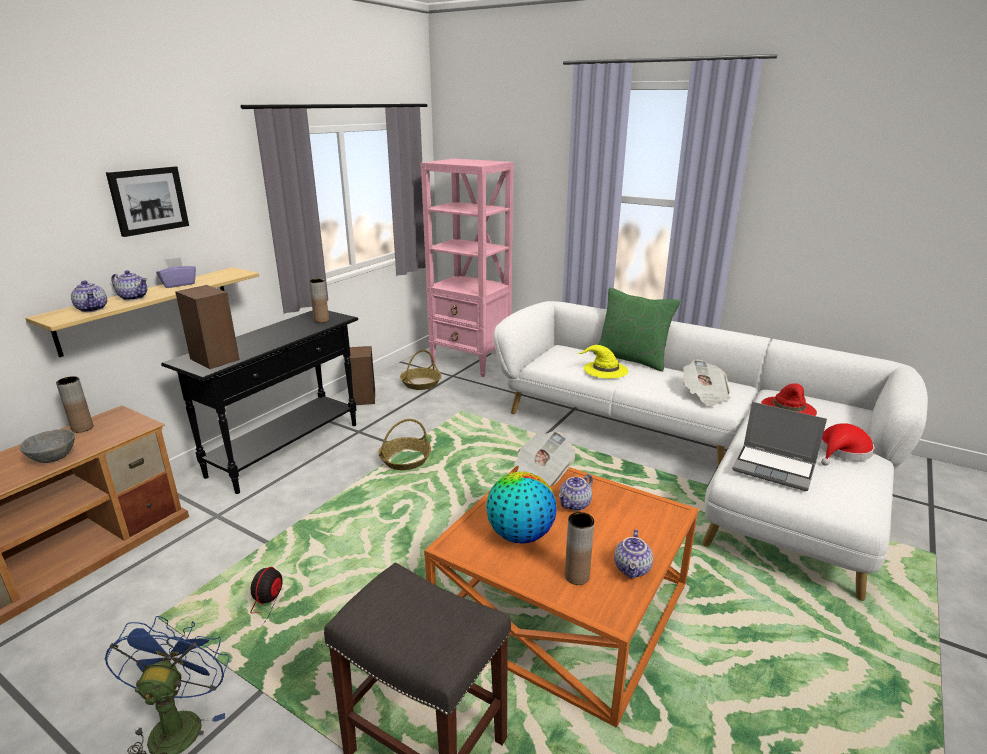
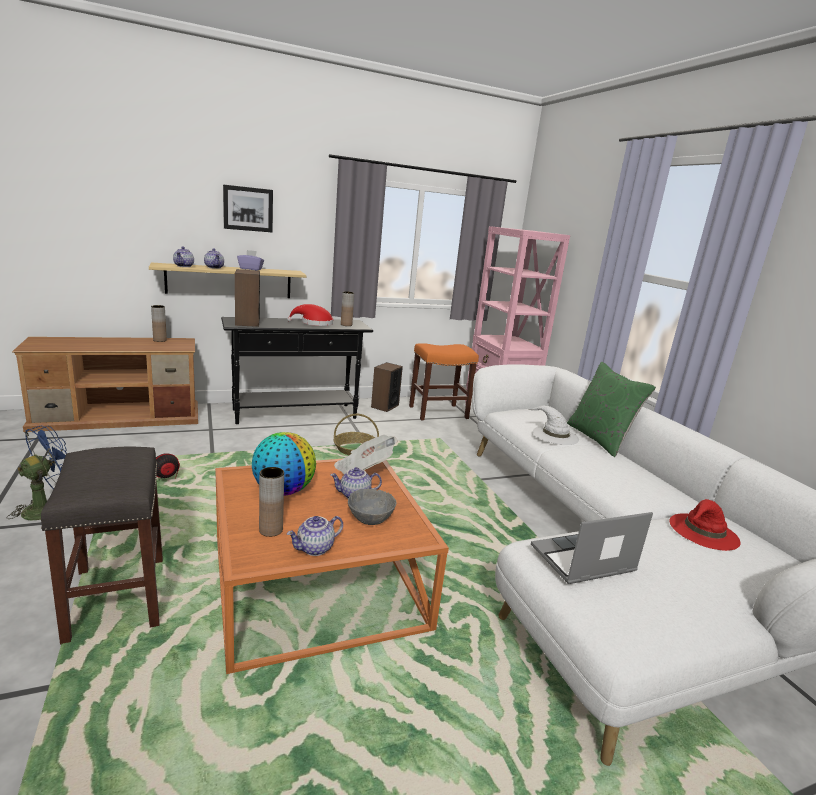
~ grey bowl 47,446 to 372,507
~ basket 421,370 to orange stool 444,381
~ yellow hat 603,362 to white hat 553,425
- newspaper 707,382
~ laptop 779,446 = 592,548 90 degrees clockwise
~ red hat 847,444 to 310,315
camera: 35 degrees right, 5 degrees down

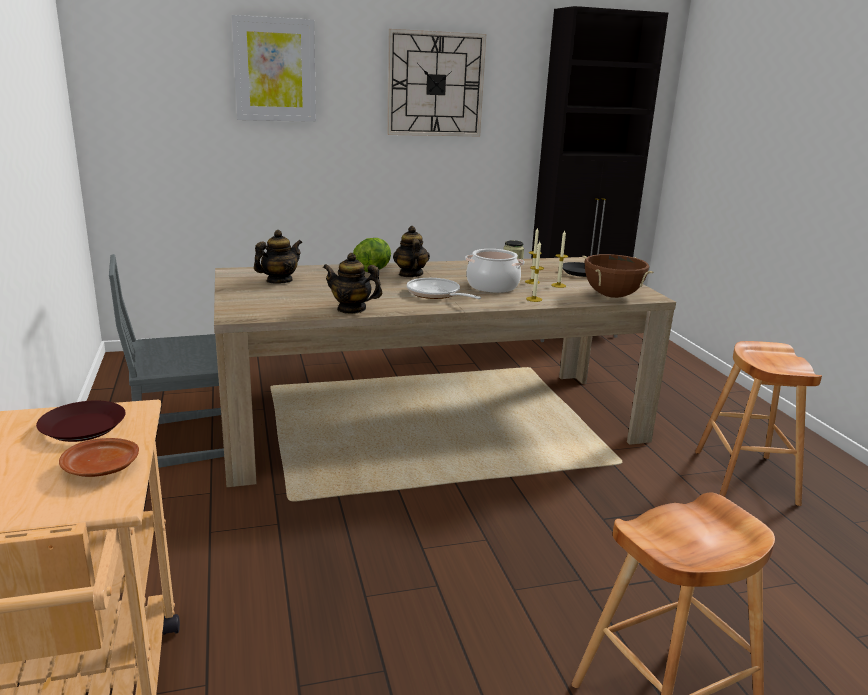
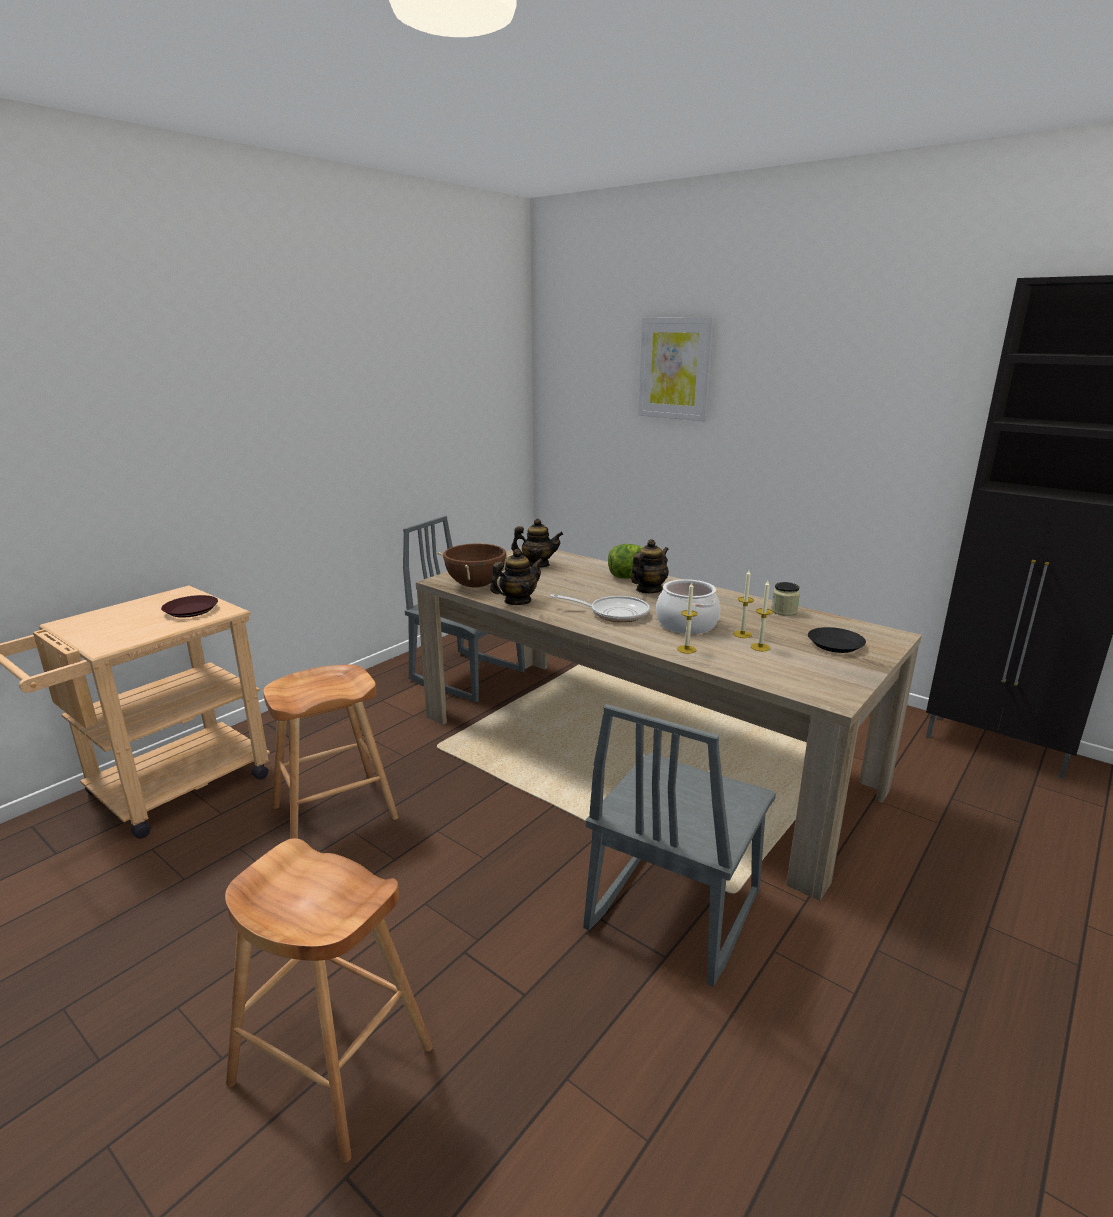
- brown plate 99,457
~ teapot 353,283 = 516,577 75 degrees clockwise
- wall clock 436,83
~ frying pan 444,288 = 600,608 90 degrees clockwise
~ brown cooking pot 617,276 to 474,565
~ brown stool 758,423 to 331,752
+ grey chair 679,845
camera: 55 degrees right, 0 degrees up

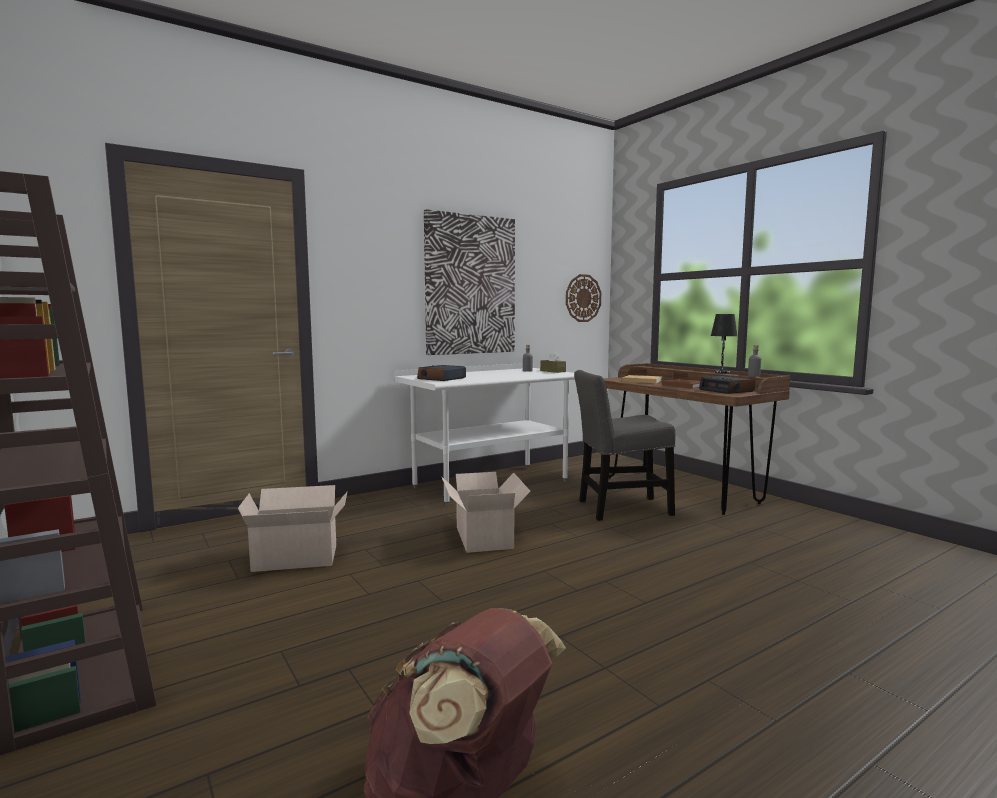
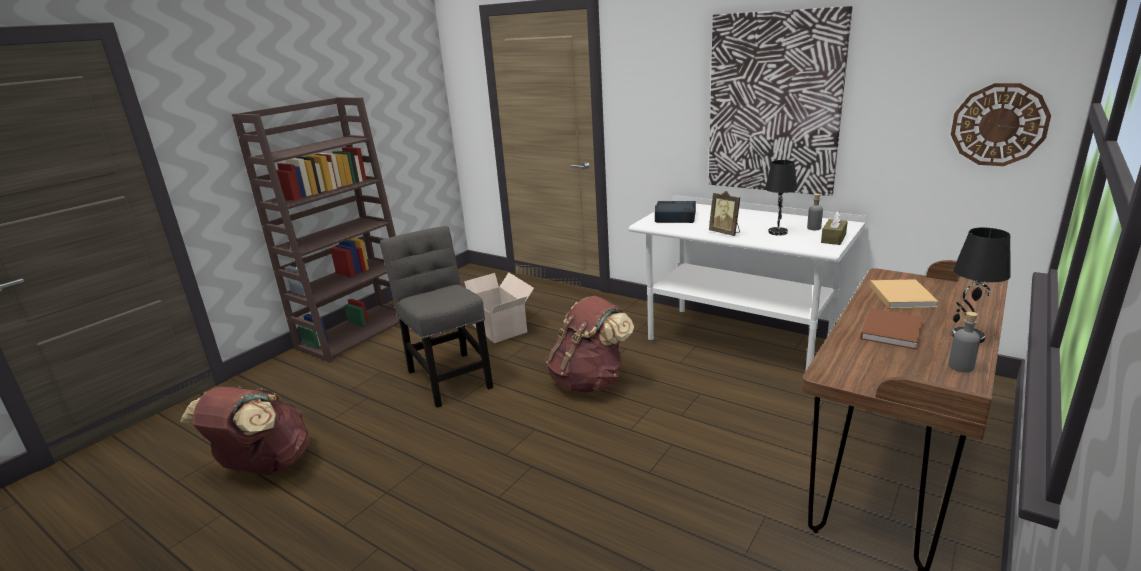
~ cardboard box 486,512 to brown backpack 589,344
~ grey chair 624,445 to 436,317
- alarm clock 727,385
+ picture frame 724,213
+ black table lamp 781,198
camera: 70 degrees right, 15 degrees up

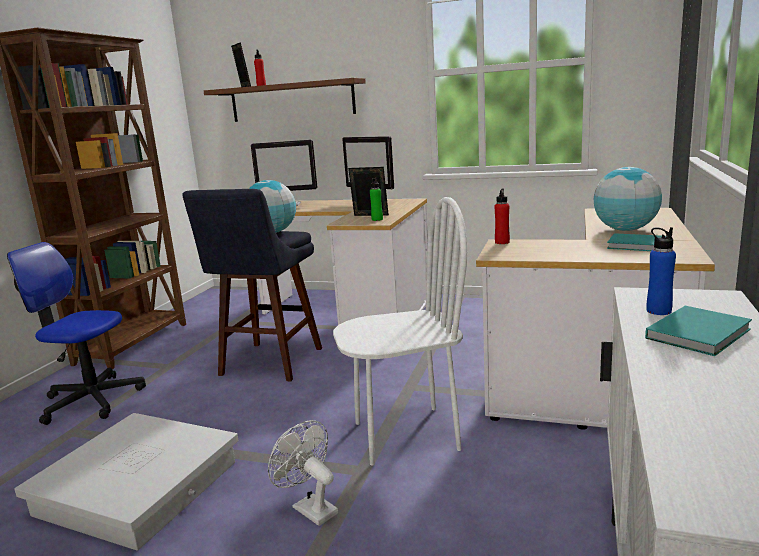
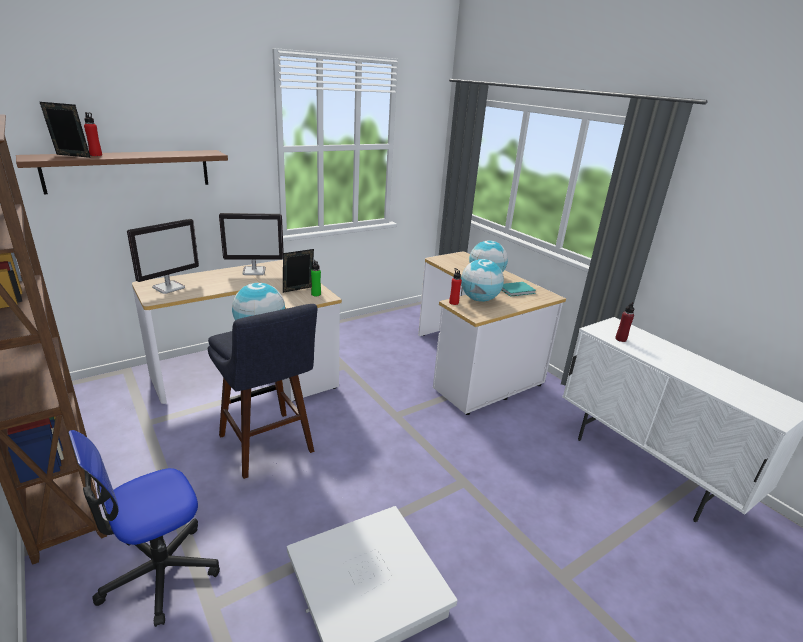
- white fan 303,473
- white chair 400,331
- turquoise book 698,331
~ blue bottle 661,271 to red bottle 624,322
+ globe 482,280
camera: 55 degrees left, 10 degrees up

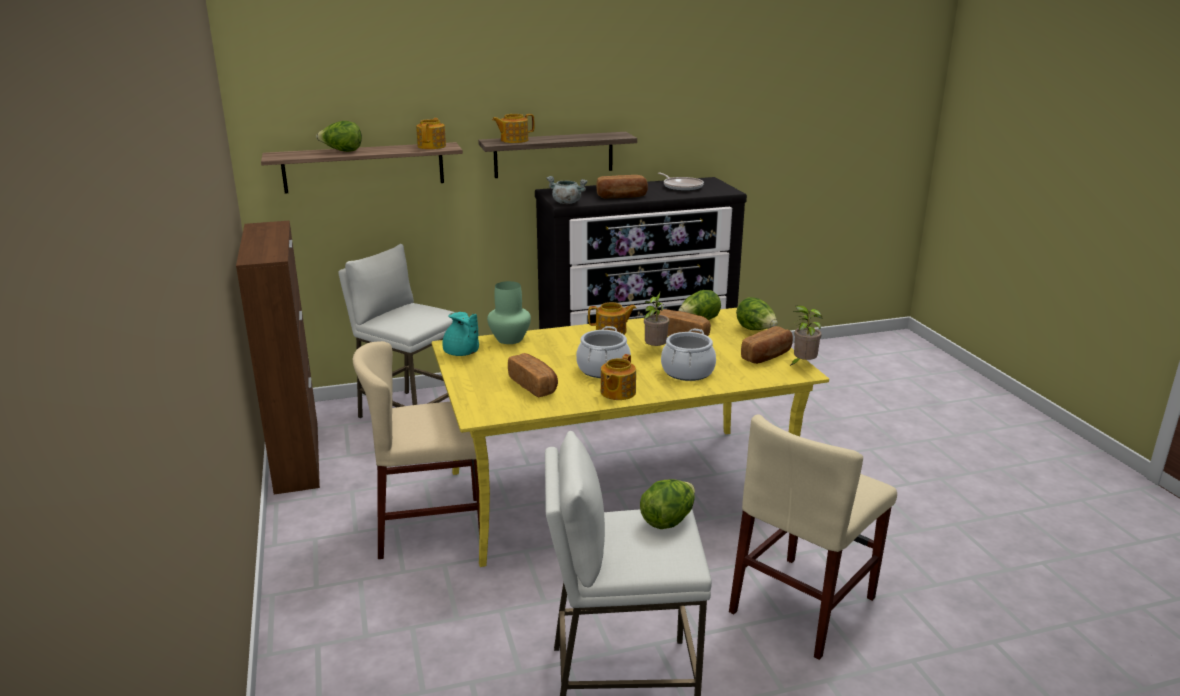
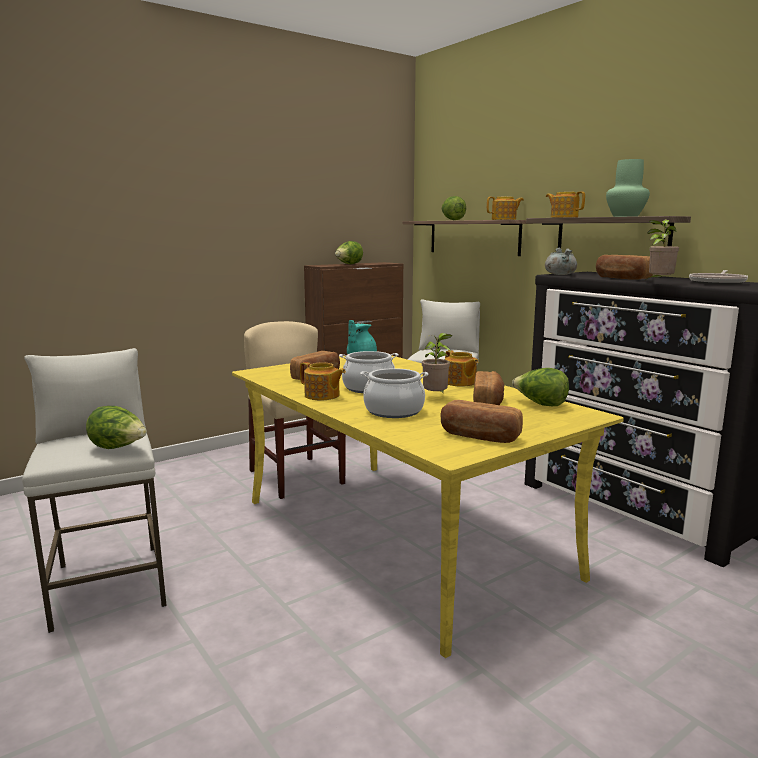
~ green vase 509,312 to 628,188
~ teapot 618,377 = 323,381 150 degrees counterclockwise
- beige chair 813,537
~ lettuce 757,313 to 349,252
~ potted plant 806,335 to 663,249
camera: 70 degrees right, 10 degrees down

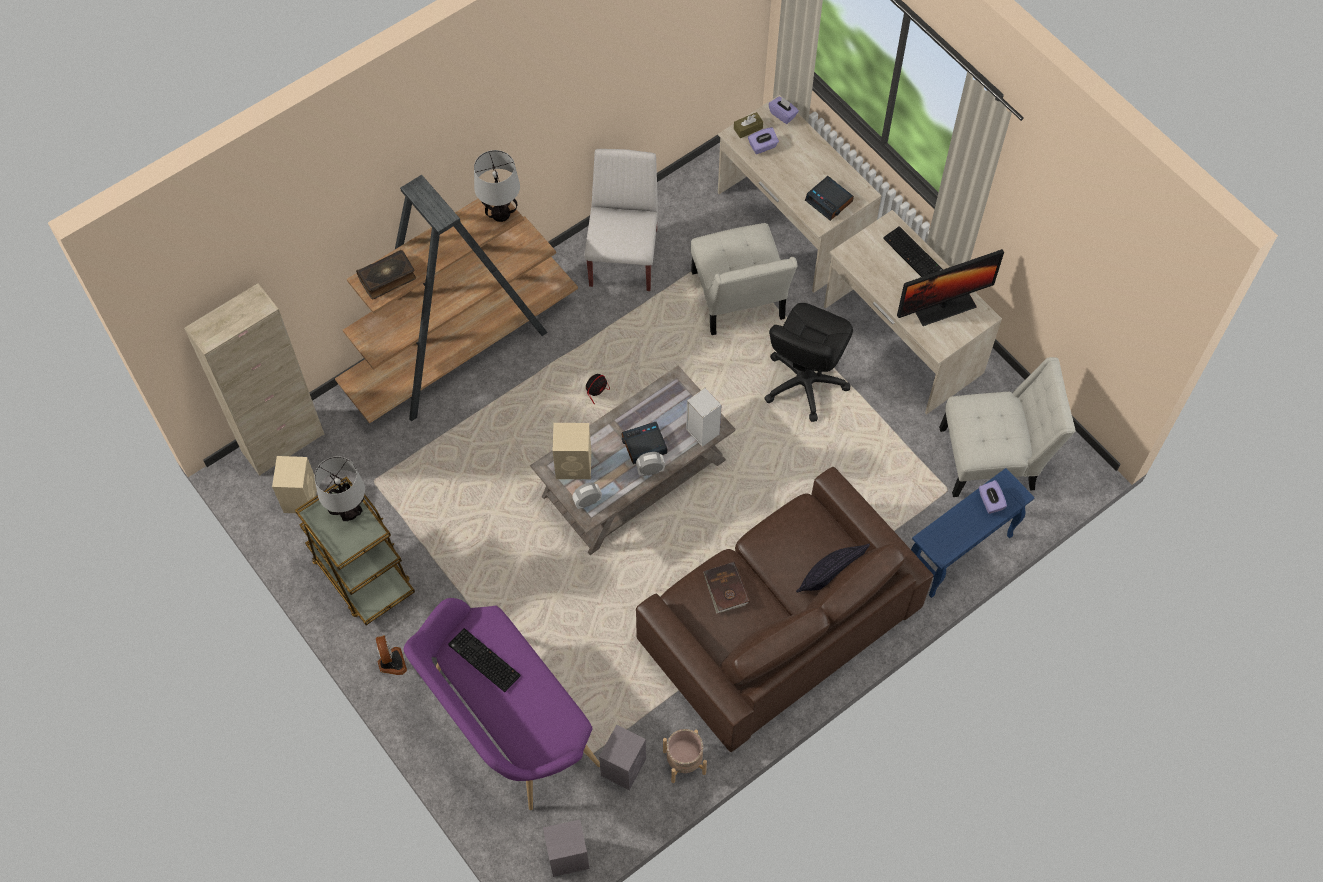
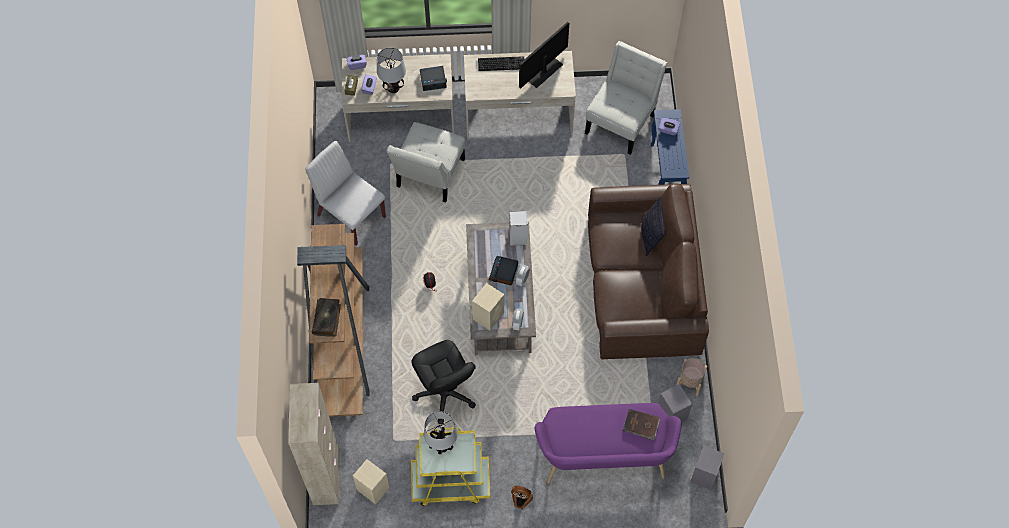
~ brown cart 355,550 to yellow cart 450,467
- keyboard 484,660
~ table lamp 497,186 to 391,70
~ white chair 744,279 = 426,162 90 degrees clockwise
~ brown book 726,588 to 641,425
~ black office chair 808,362 to 444,382
~ monitor 950,287 = 544,55 150 degrees counterclockwise
camera: 55 degrees left, 0 degrees up

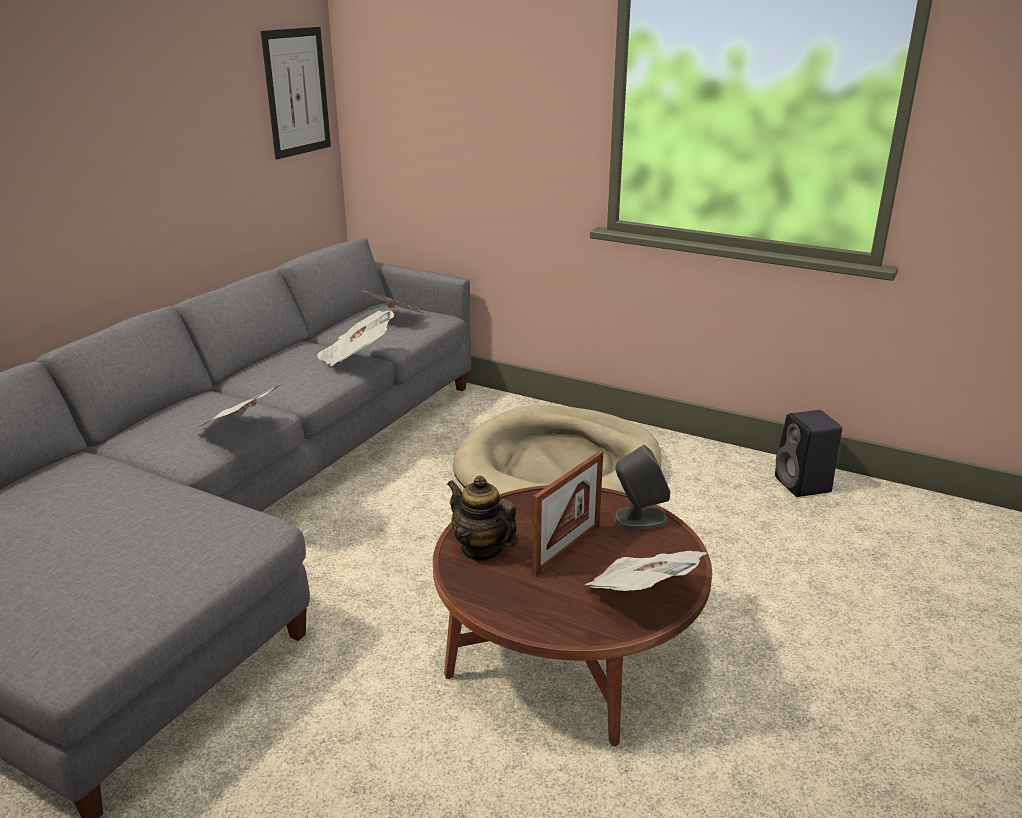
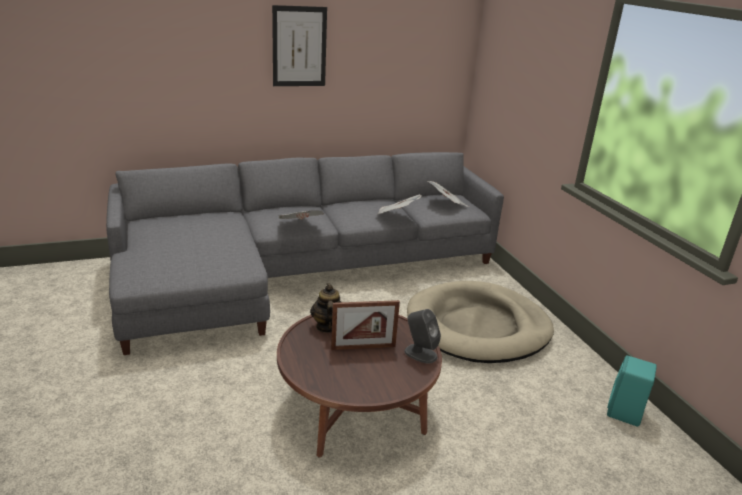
~ picture 296,93 to 299,45
- newspaper 646,571
~ black speaker 808,453 to turquoise speaker 632,391
camera: 40 degrees right, 0 degrees up

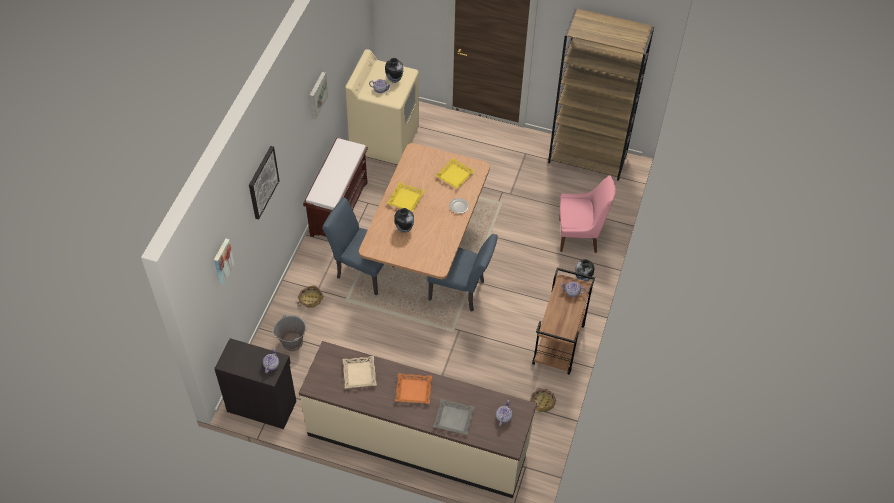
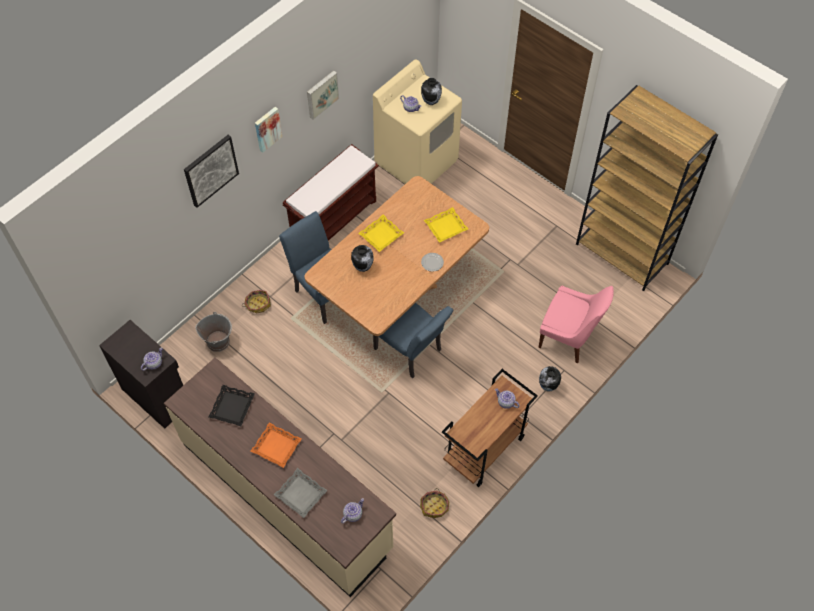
~ picture 224,262 to 268,130
~ beige tray 360,372 to black tray 232,405
camera: 25 degrees right, 5 degrees up

